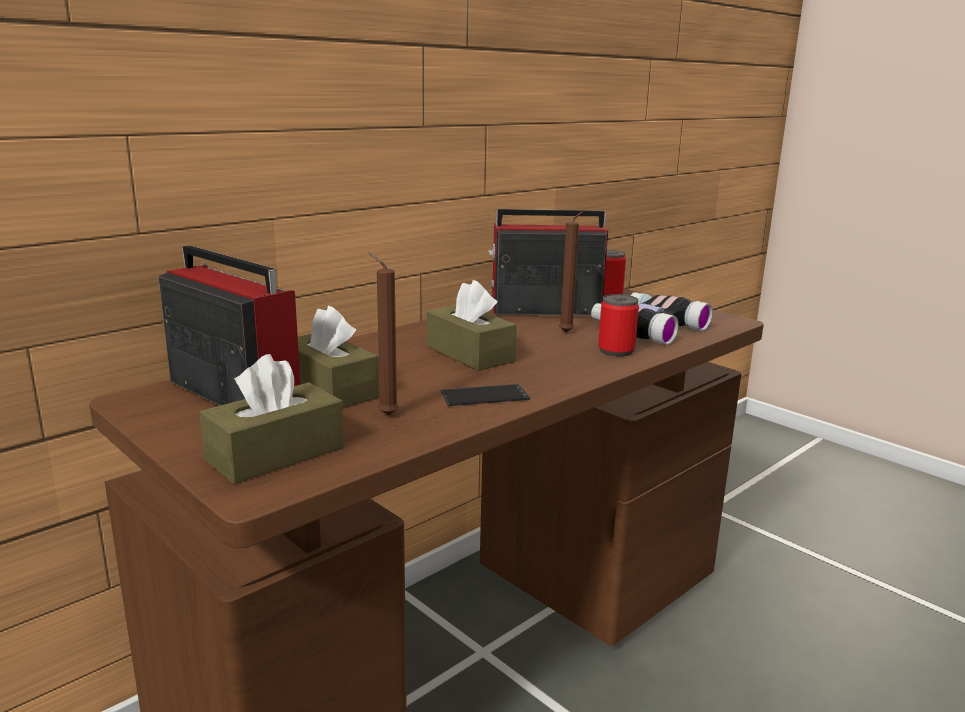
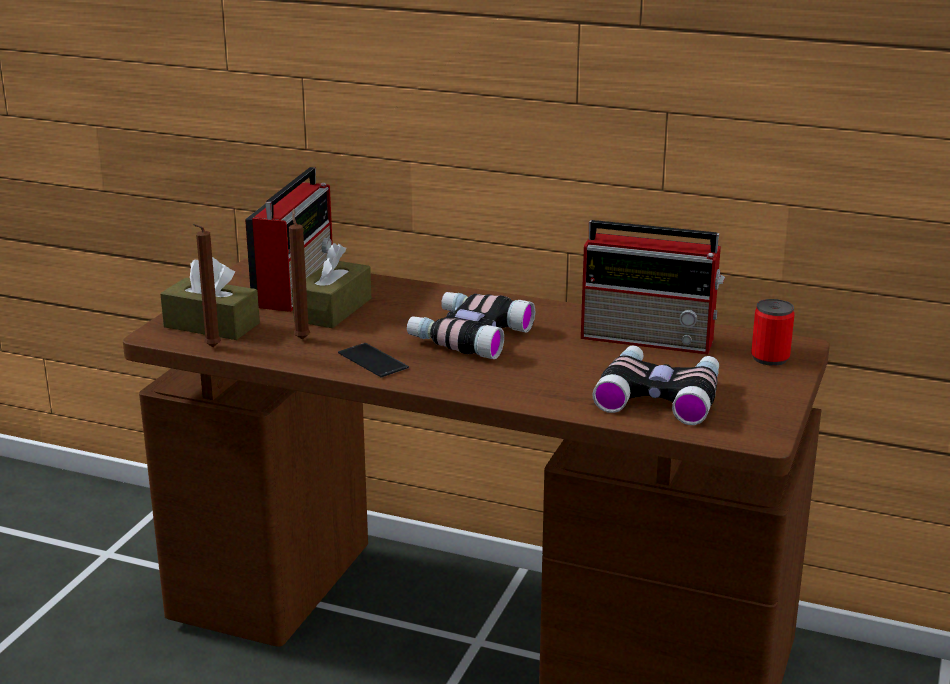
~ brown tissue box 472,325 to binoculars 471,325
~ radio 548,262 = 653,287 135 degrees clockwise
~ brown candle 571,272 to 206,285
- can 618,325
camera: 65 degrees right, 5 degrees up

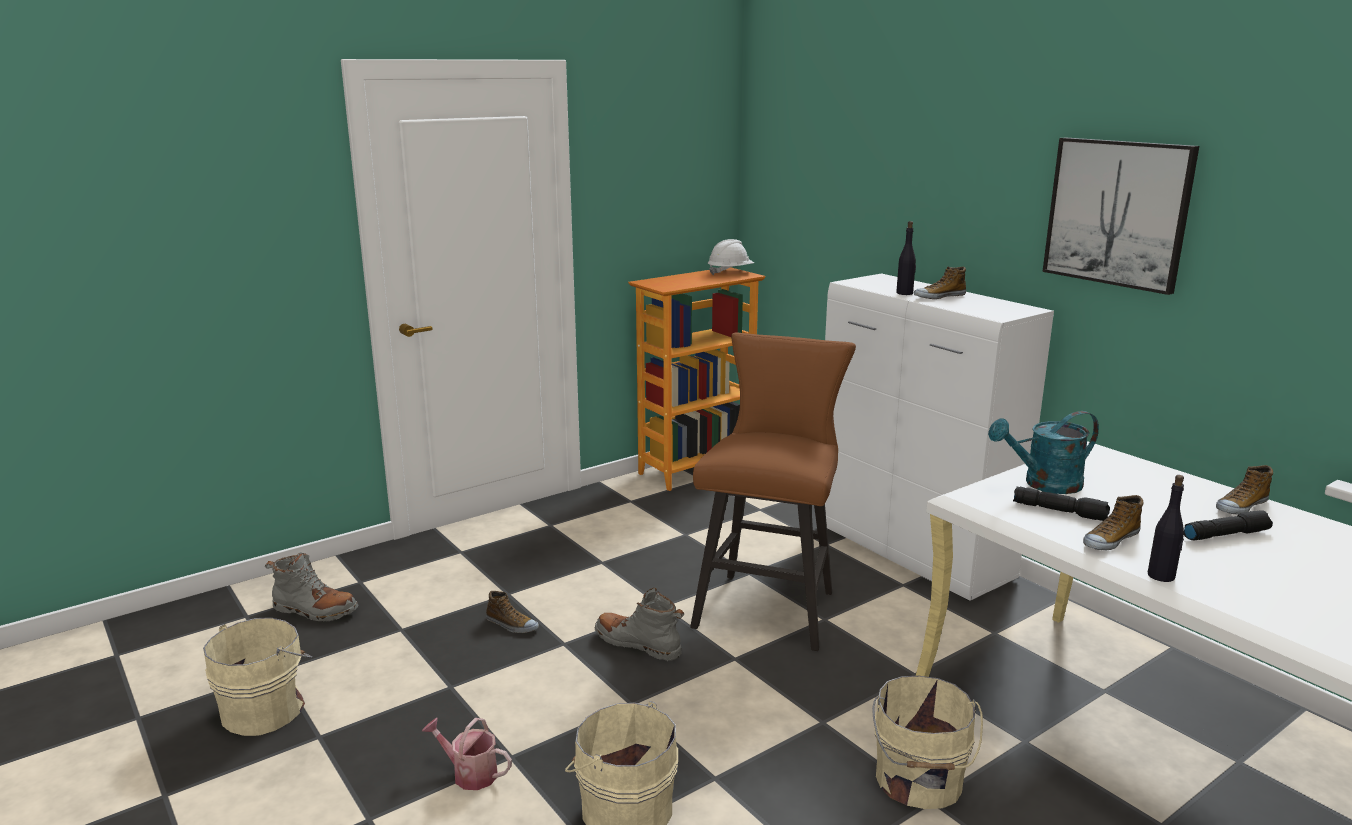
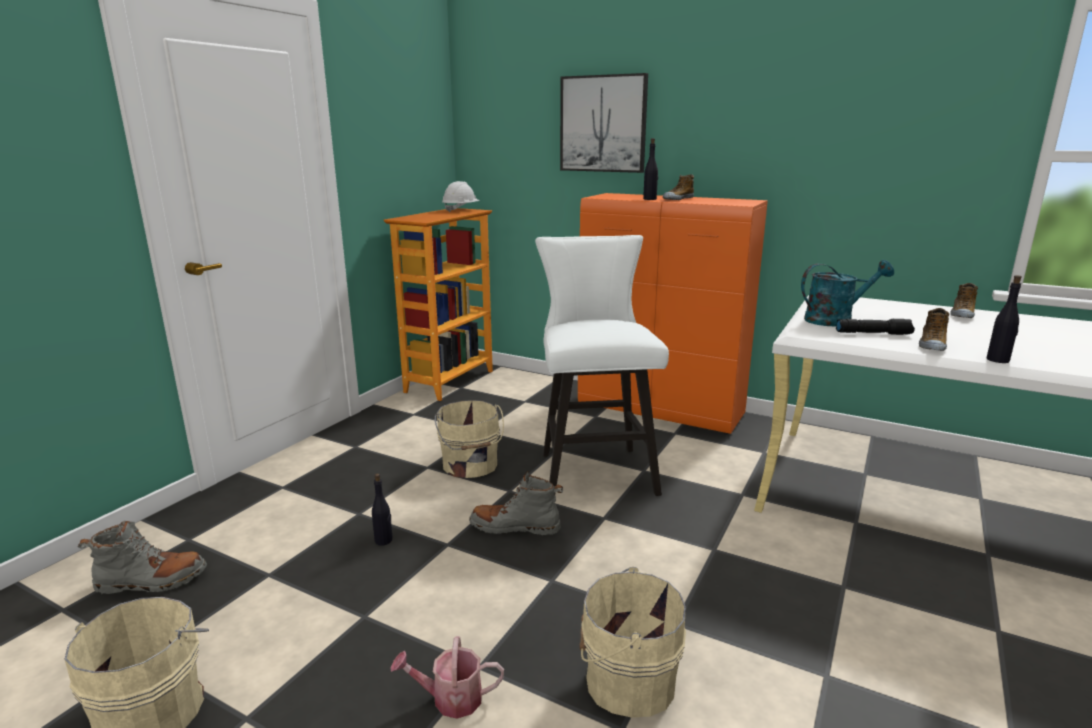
~ shoe 512,612 to black bottle 382,509
~ brown stool 773,492 to white stool 602,365
~ white cabinet 939,437 to orange cabinet 673,313
~ beige bucket 927,742 to 469,439
~ turquoise watering can 1043,452 = 847,293 150 degrees counterclockwise
~ picture 1120,216 to 604,123
- black flashlight 1228,525
camera: 25 degrees left, 0 degrees up

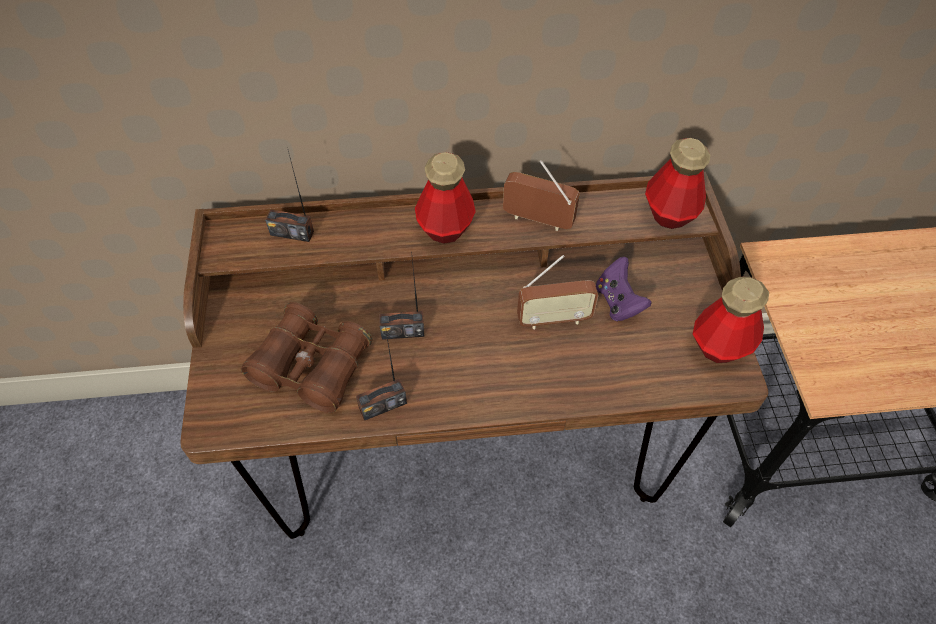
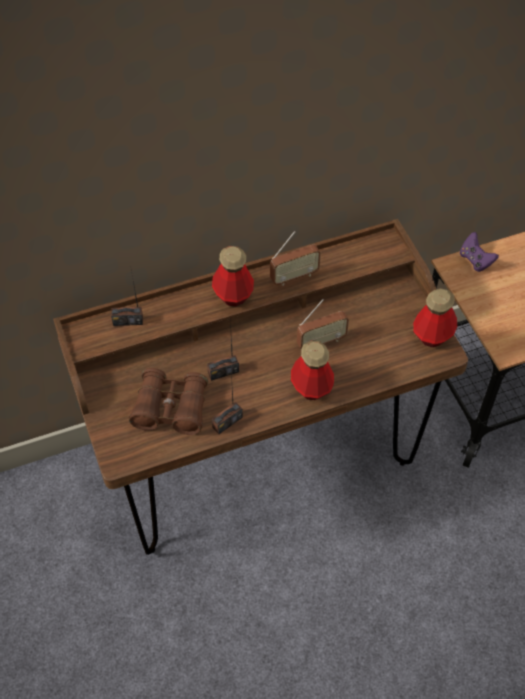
~ radio 541,195 = 295,258 150 degrees clockwise
~ purple game controller 624,289 to 479,252
~ bottle 677,183 to 312,370
camera: 15 degrees left, 0 degrees up

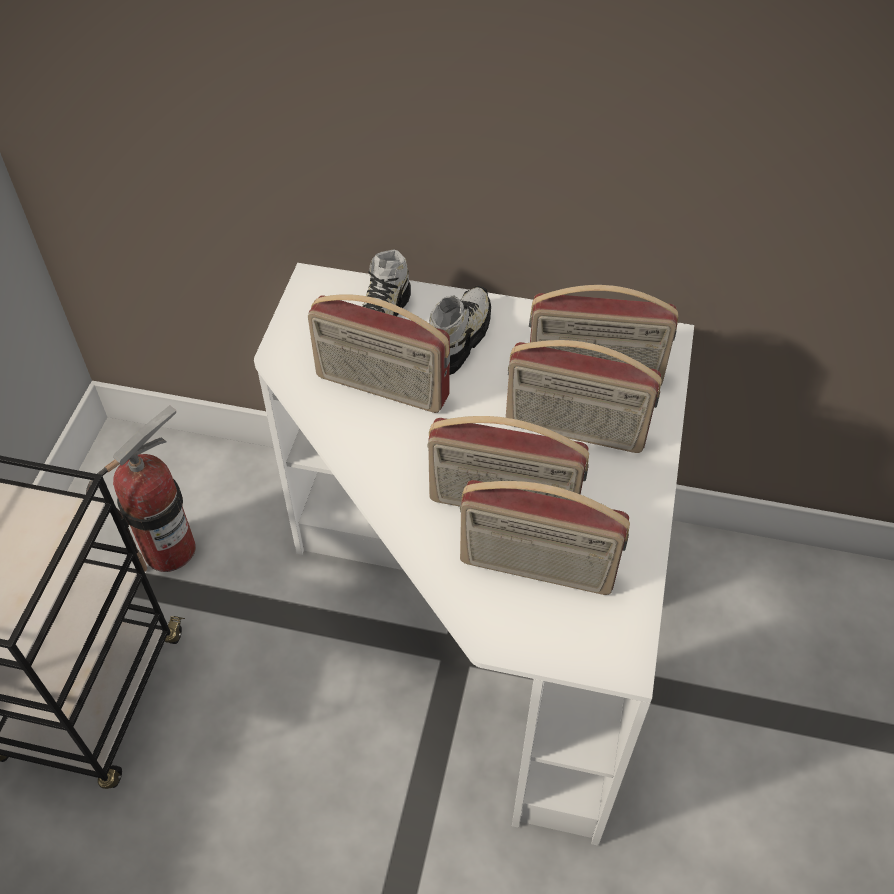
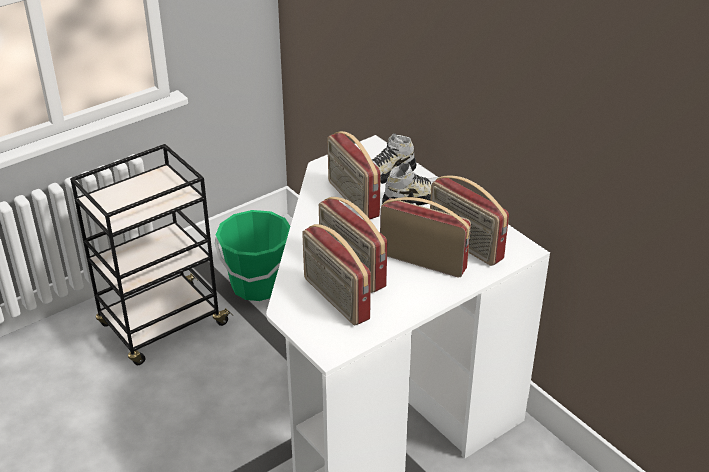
~ fire extinguisher 141,488 to green bucket 252,255
~ radio 584,396 = 425,237 150 degrees clockwise
camera: 40 degrees right, 15 degrees down

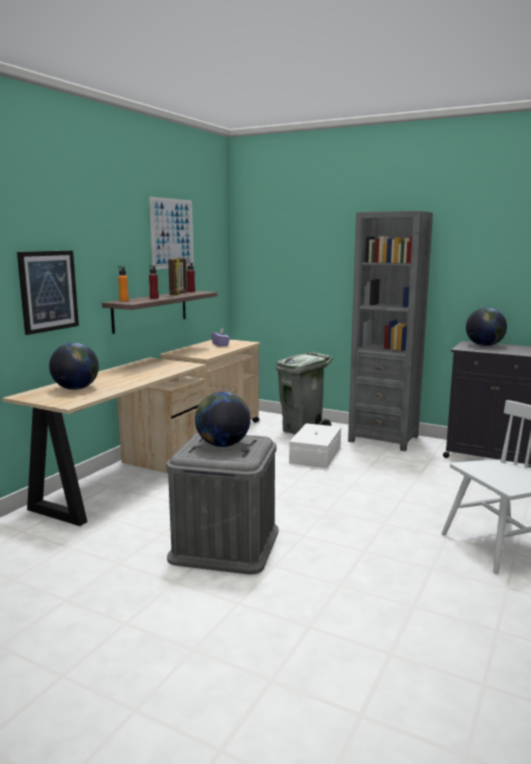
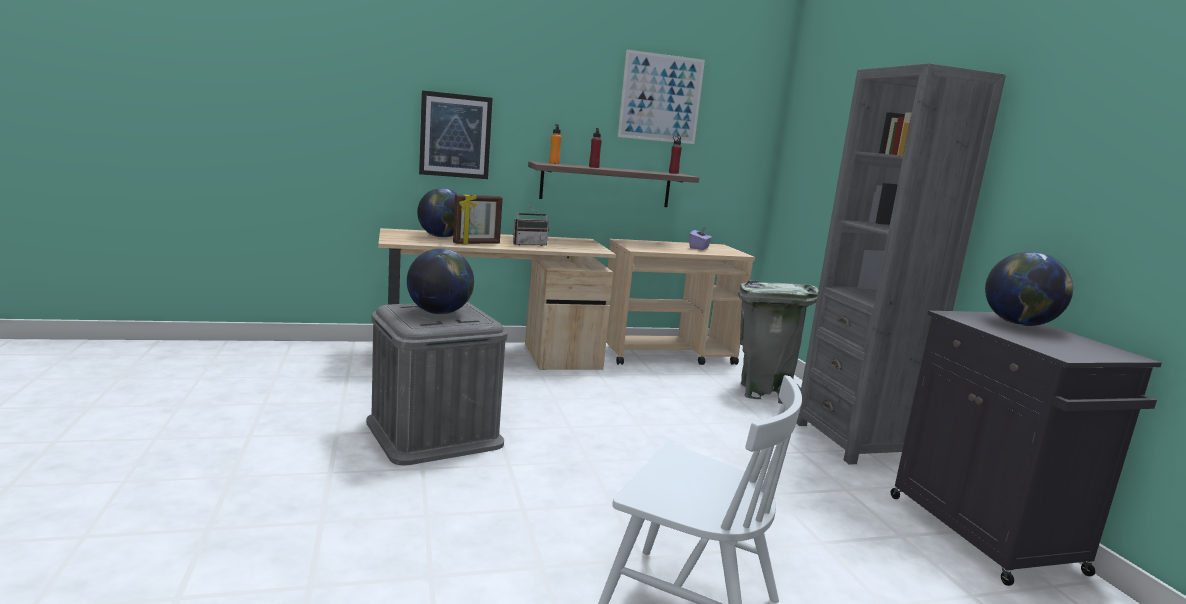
~ picture frame 177,276 to 478,219
- white storage box 315,445
+ radio 531,224
camera: 45 degrees right, 0 degrees up

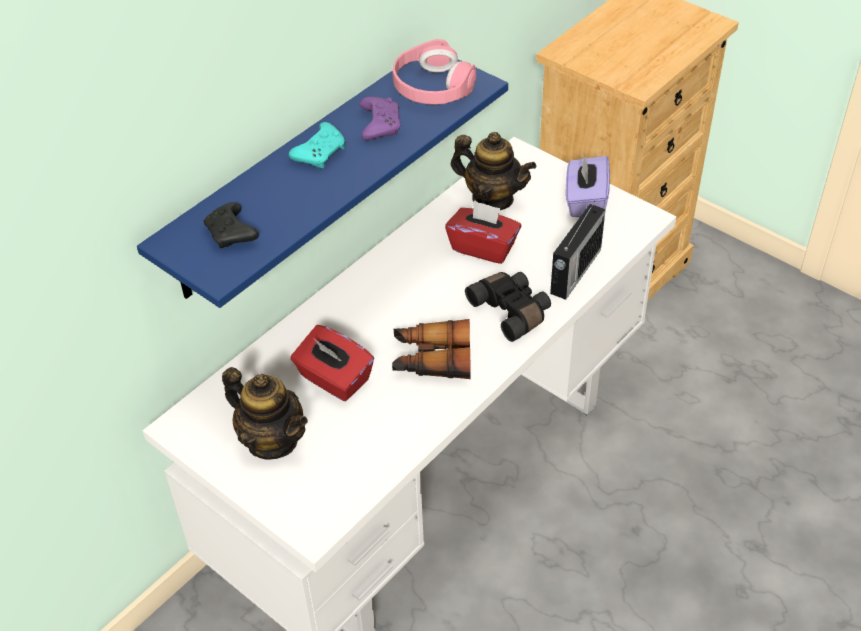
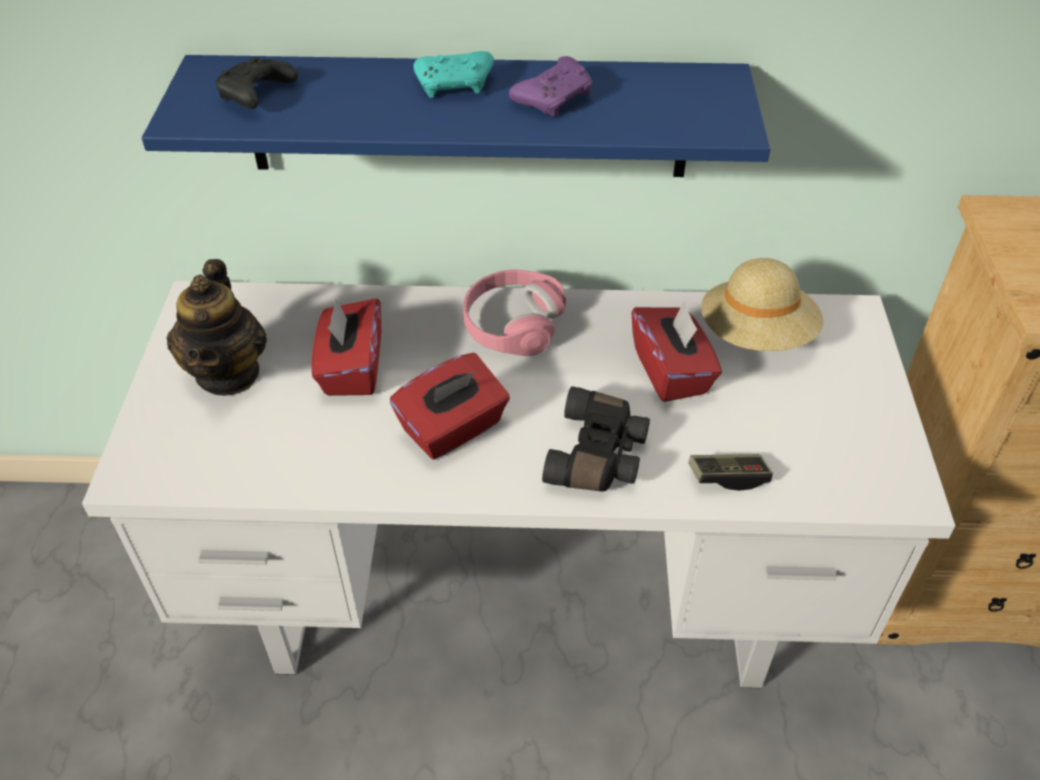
~ pink headphones 434,72 to 514,312
~ binoculars 431,349 to red tissue box 450,406
~ teapot 494,171 to beige hat 762,304
~ radio 578,250 to game controller 730,472
- purple tissue box 588,186
camera: 50 degrees right, 0 degrees up

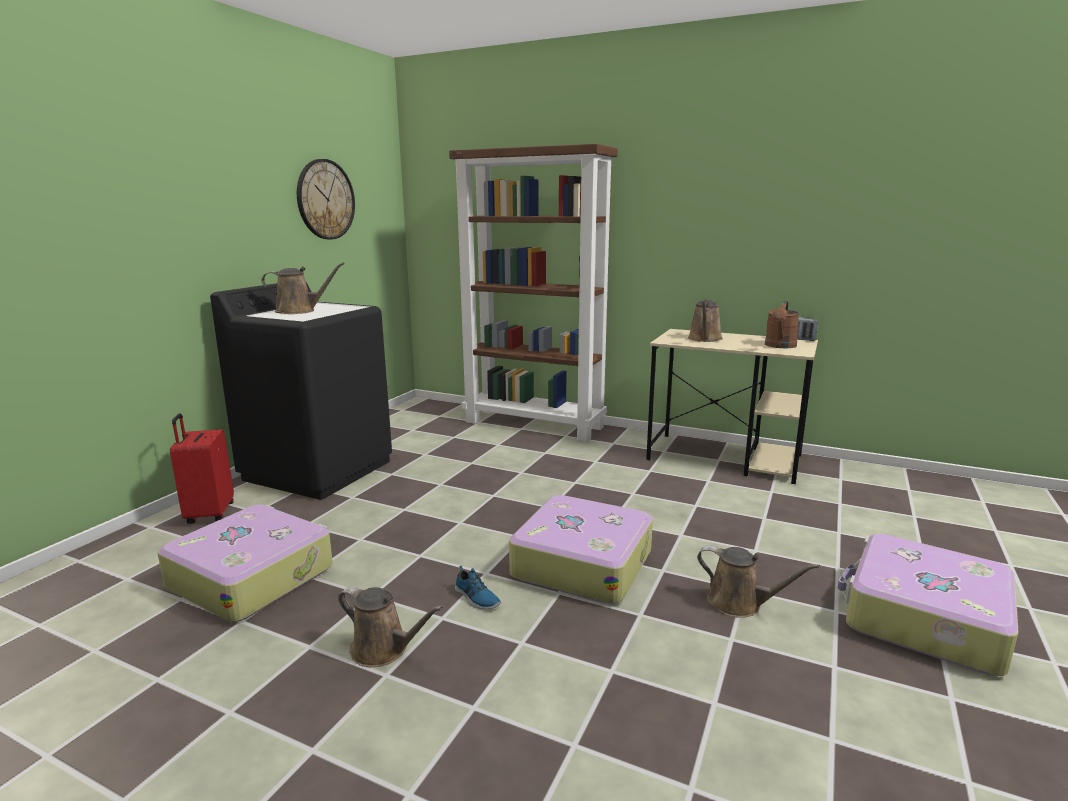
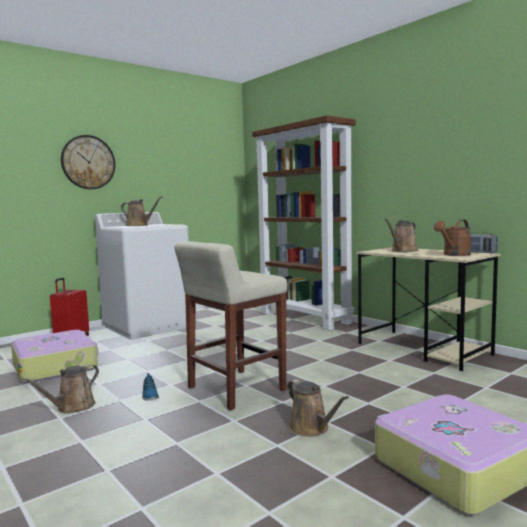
~ black washing machine 301,391 to white washing machine 142,276
~ wall clock 326,199 to 88,162
~ brown watering can 390,626 = 60,389 75 degrees clockwise
~ suitcase 581,549 to beige stool 230,325
camera: 25 degrees right, 10 degrees down

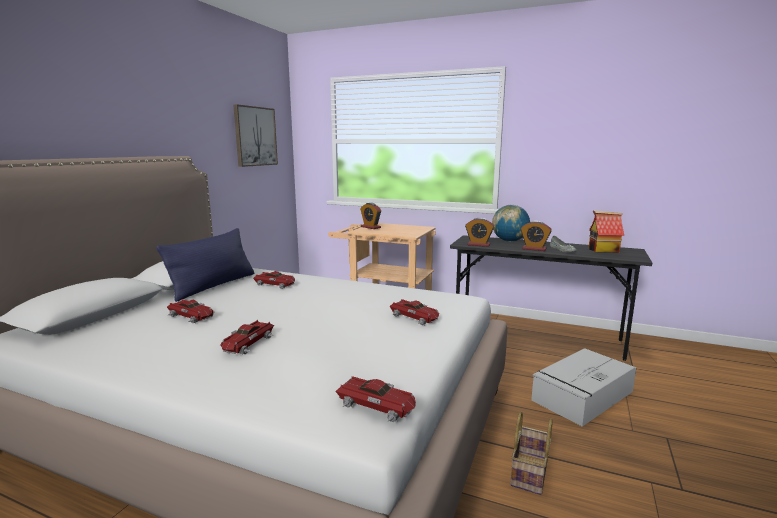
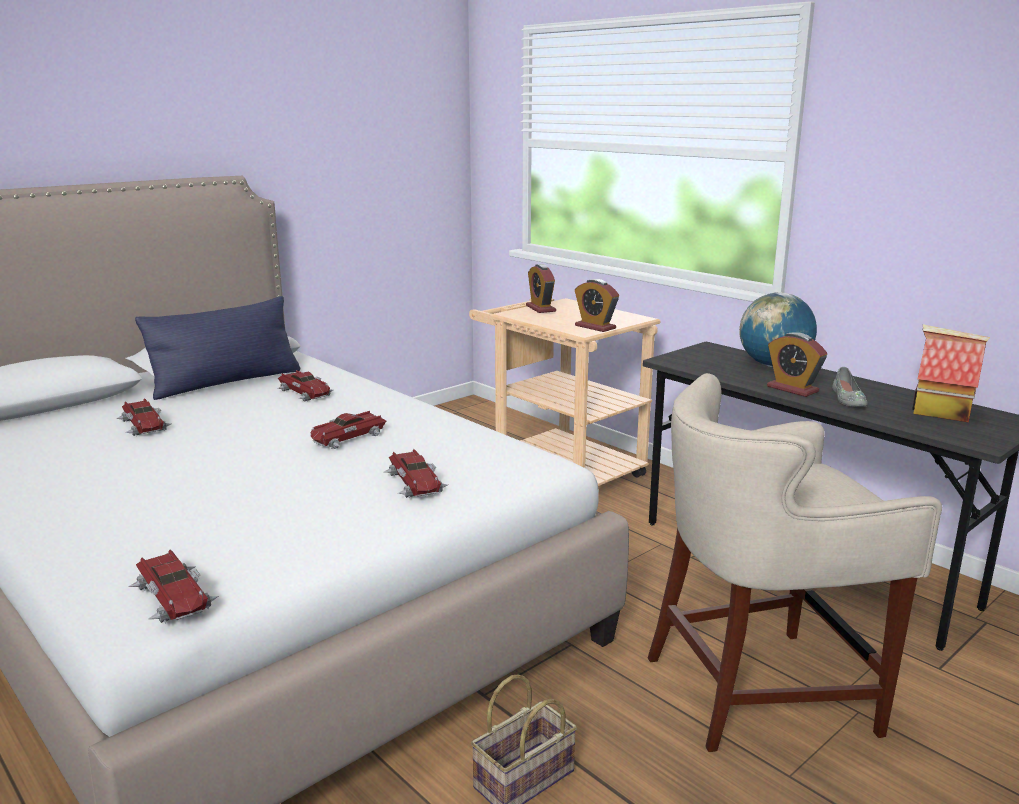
~ toy car 247,337 to 348,430
- picture 255,135
~ alarm clock 479,232 to 597,305
~ grey storage box 583,387 to beige stool 795,562
camera: 25 degrees right, 5 degrees up

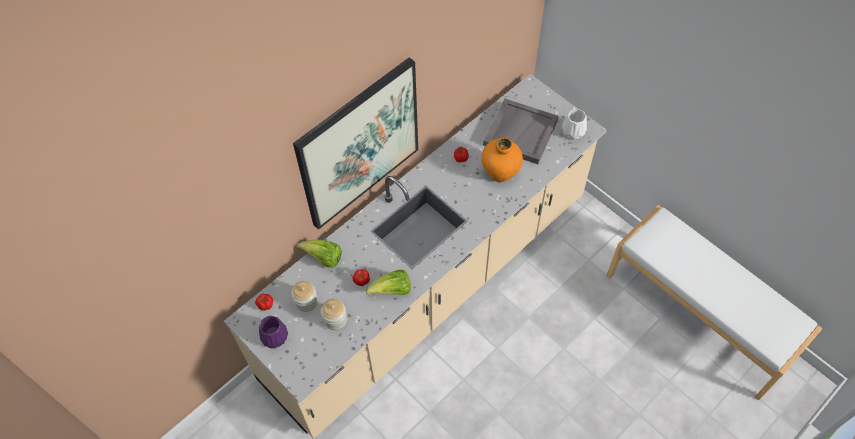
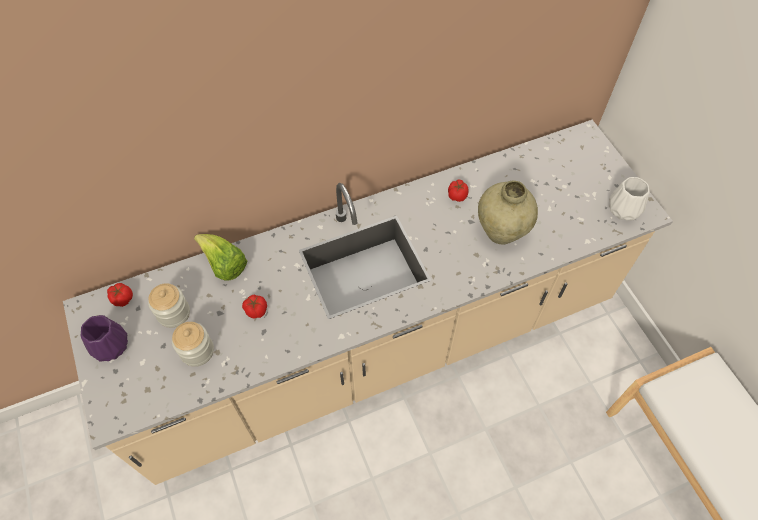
- picture 355,143
- lettuce 388,282
~ orange vase 502,160 to beige vase 508,212
- grey tray 521,131
camera: 20 degrees right, 0 degrees up

